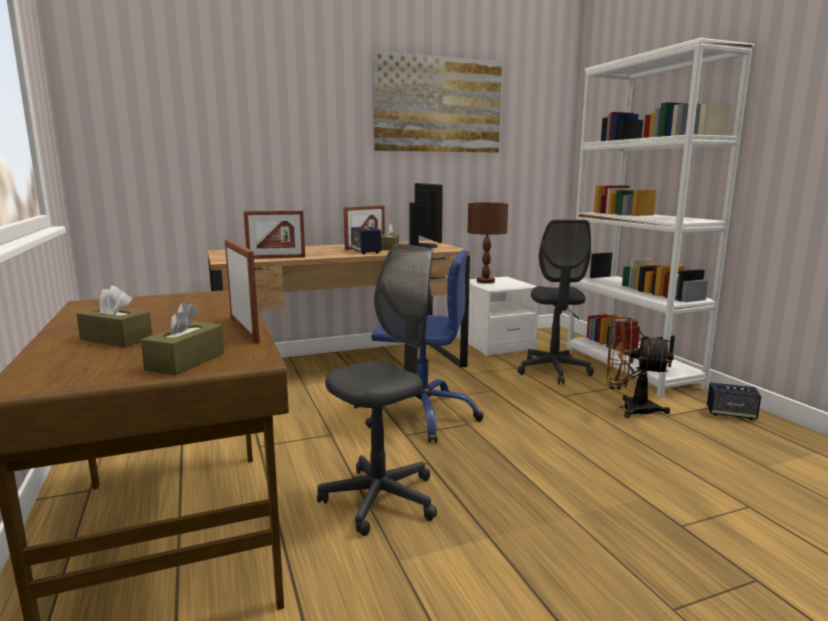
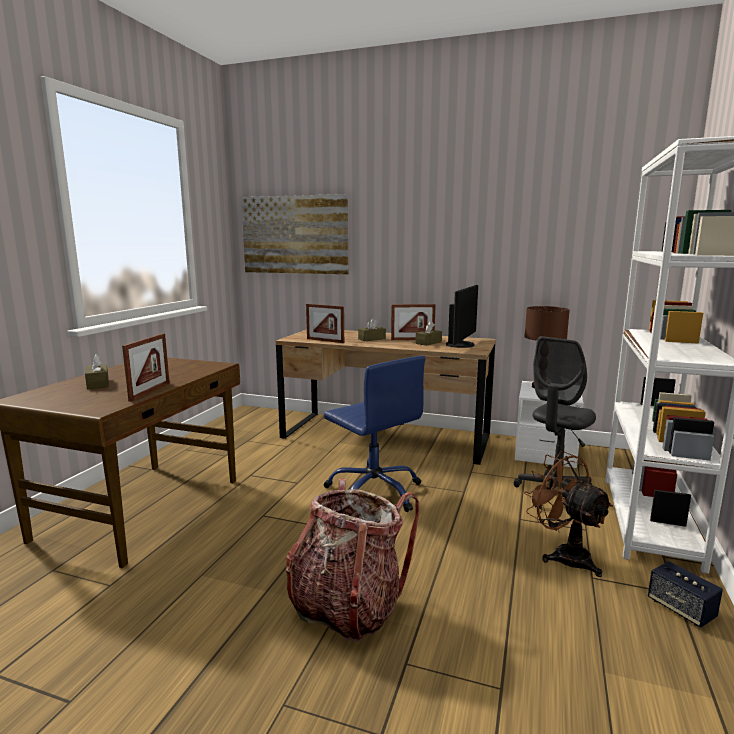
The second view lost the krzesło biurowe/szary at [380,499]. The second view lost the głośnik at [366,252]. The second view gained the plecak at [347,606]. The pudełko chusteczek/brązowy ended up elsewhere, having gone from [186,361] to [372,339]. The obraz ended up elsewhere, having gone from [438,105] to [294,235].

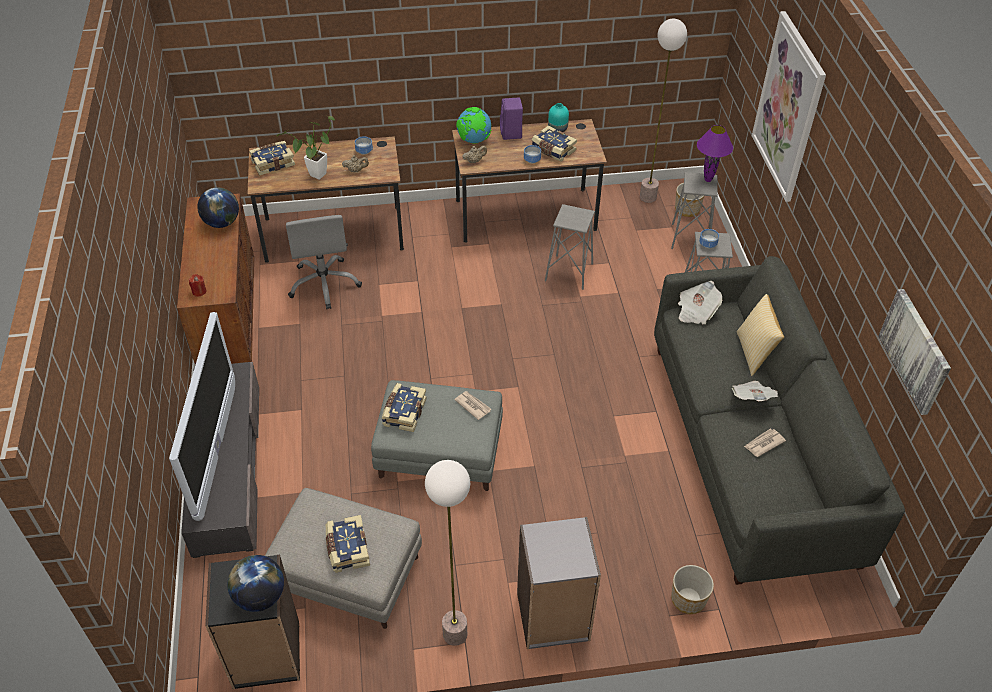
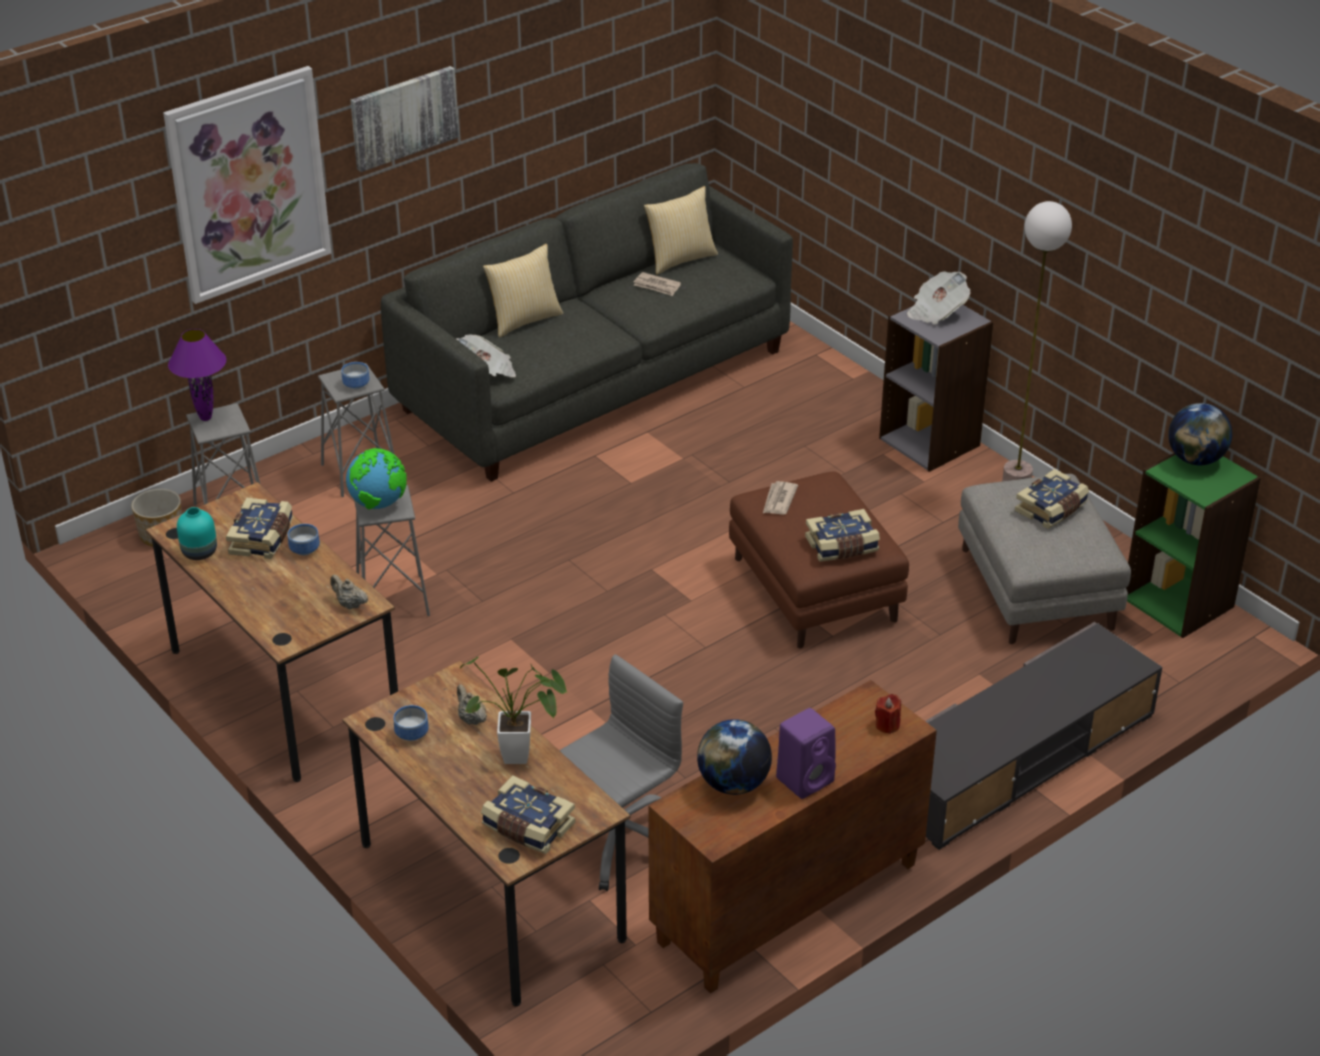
The second view lost the telewizor at [217,450]. The second view lost the lampa stojąca at [648,197]. The second view lost the donica at [688,599]. The second view gained the poduszka at [680,259]. The globus ended up elsewhere, having gone from [474,141] to [379,504]. The głośnik/fioletowy ended up elsewhere, having gone from [511,134] to [806,779]. The gazeta ended up elsewhere, having gone from [752,398] to [936,312]. The obraz ended up elsewhere, having gone from [915,351] to [403,117]. What was the regał/czarny at [266,655] turned into the regał/zielony at [1179,602]. What was the pufa/szary at [438,454] turned into the pufa/brązowy at [816,591].

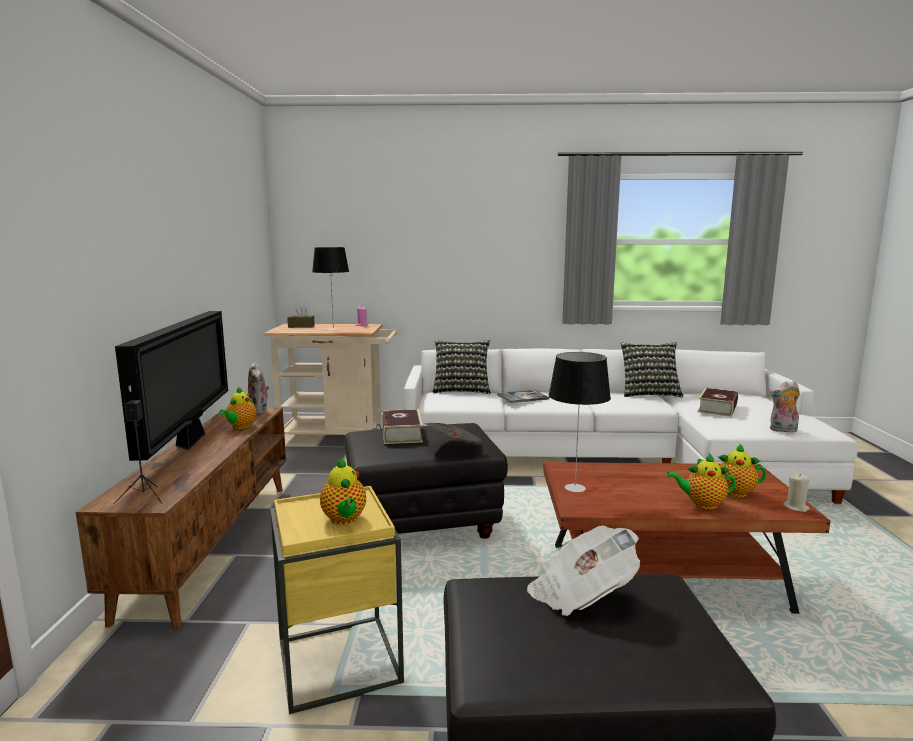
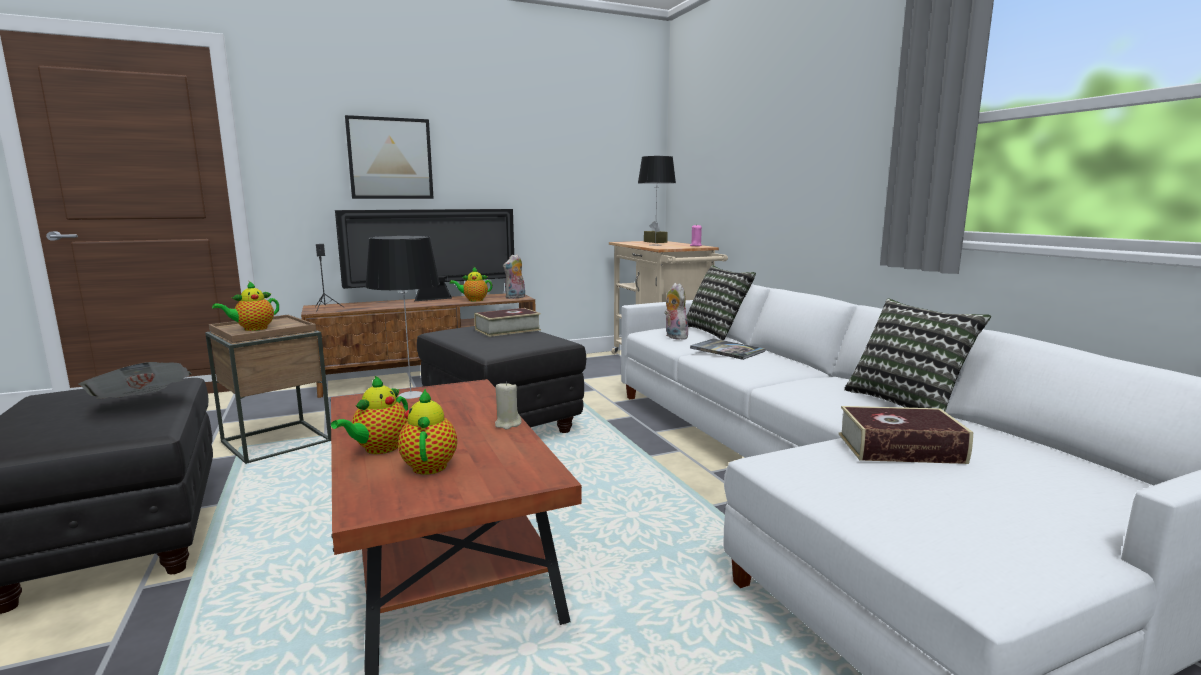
The second view lost the gazeta at [456,448]. The second view gained the obraz at [390,158]. The pluszak ended up elsewhere, having gone from [783,430] to [674,337]. The świeca/beżowy ended up elsewhere, having gone from [796,507] to [507,424]. What was the stolik/żółty at [338,661] turned into the stolik/brązowy at [277,441]. The imbryk at [701,504] ended up facing another way, 135 degrees counterclockwise from before.

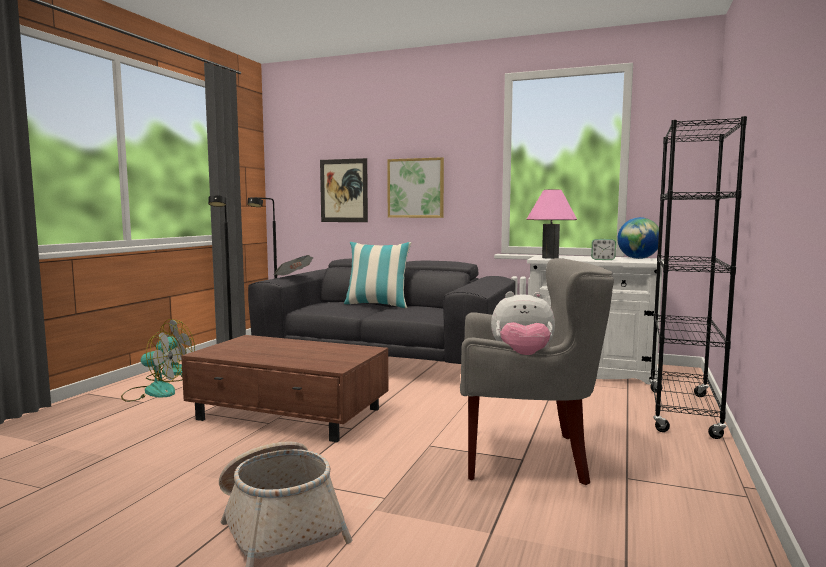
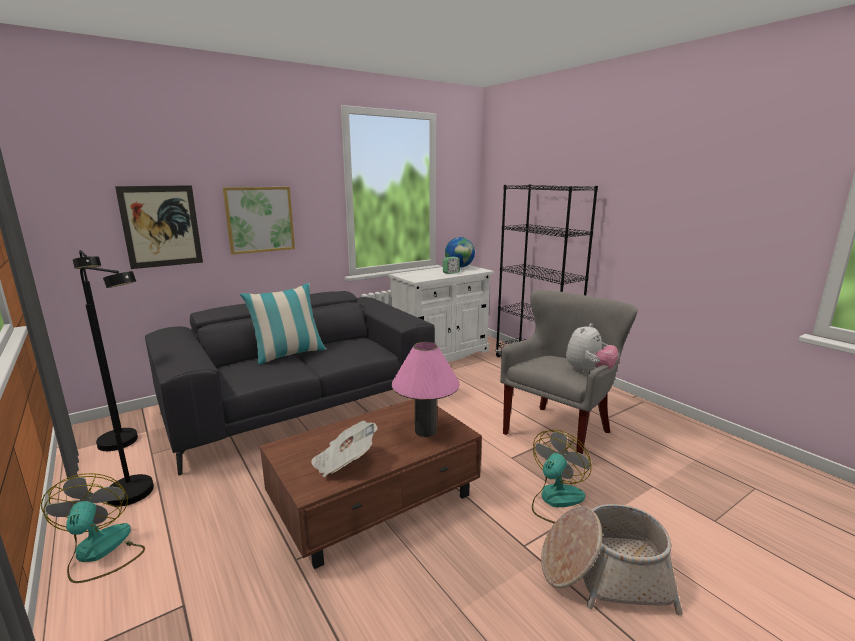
The wentylator ended up elsewhere, having gone from [152,392] to [557,502]. The gazeta ended up elsewhere, having gone from [293,277] to [344,463]. The lampa stołowa/różowy ended up elsewhere, having gone from [550,257] to [425,431].

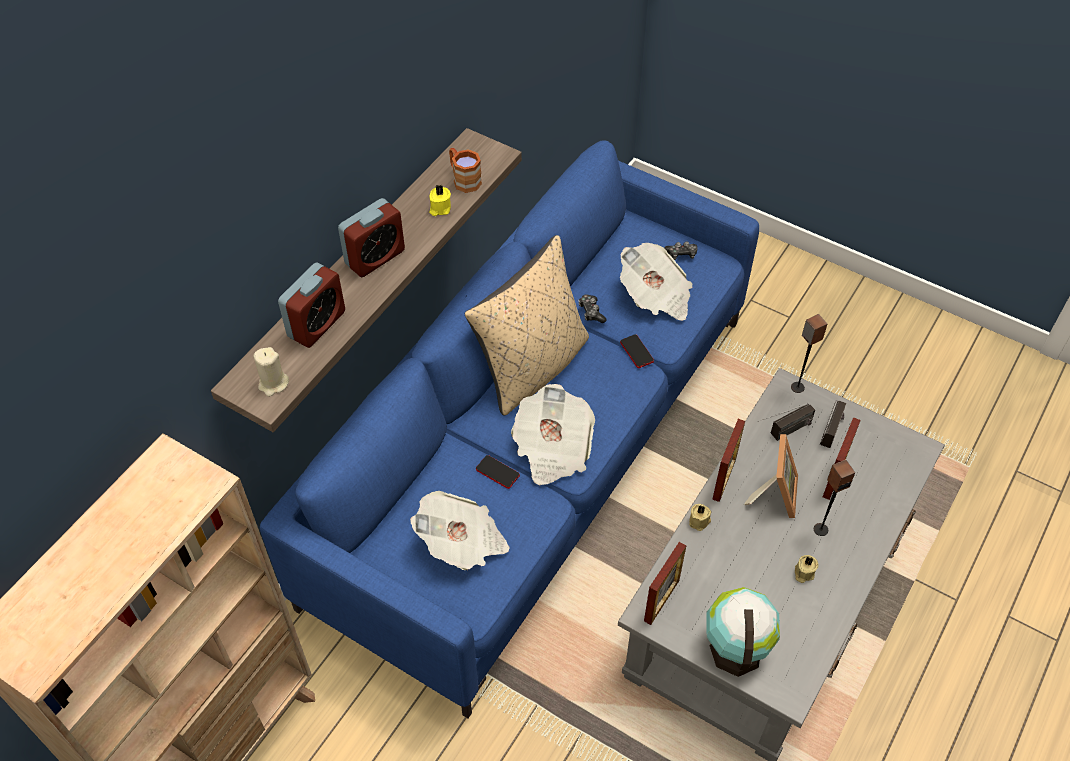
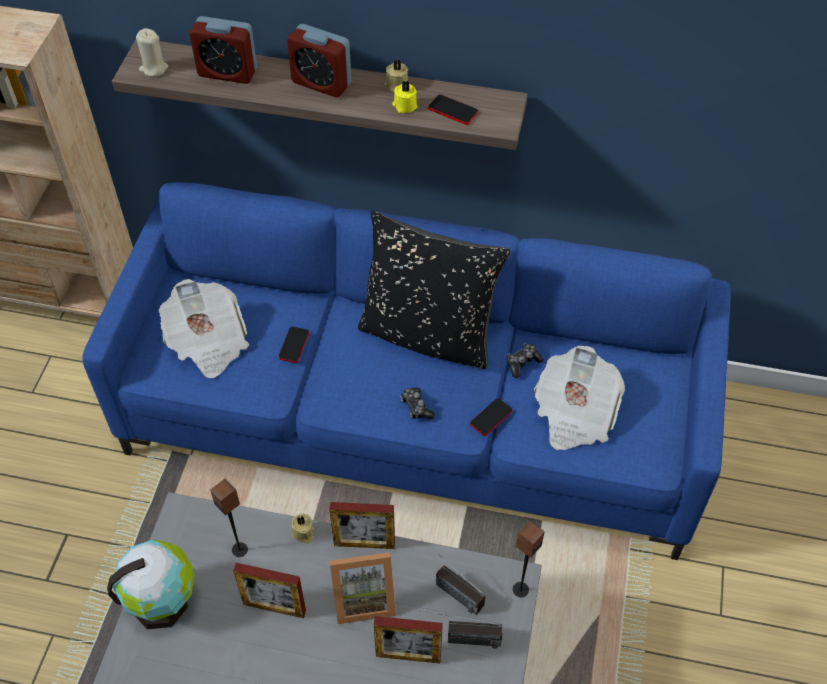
The second view lost the gazeta at [552,449]. The ramka na zdjęcie ended up elsewhere, having gone from [661,600] to [274,607]. The pad do gier ended up elsewhere, having gone from [681,254] to [416,407]. The świeca/beżowy ended up elsewhere, having gone from [803,573] to [396,84]. The głośnik ended up elsewhere, having gone from [820,529] to [240,549]. Where the kubek/brązowy stood at [463,179], the telefon came to stand at [453,110]. What was the poduszka/beżowy at [532,367] turned into the poduszka/czarny at [428,335].

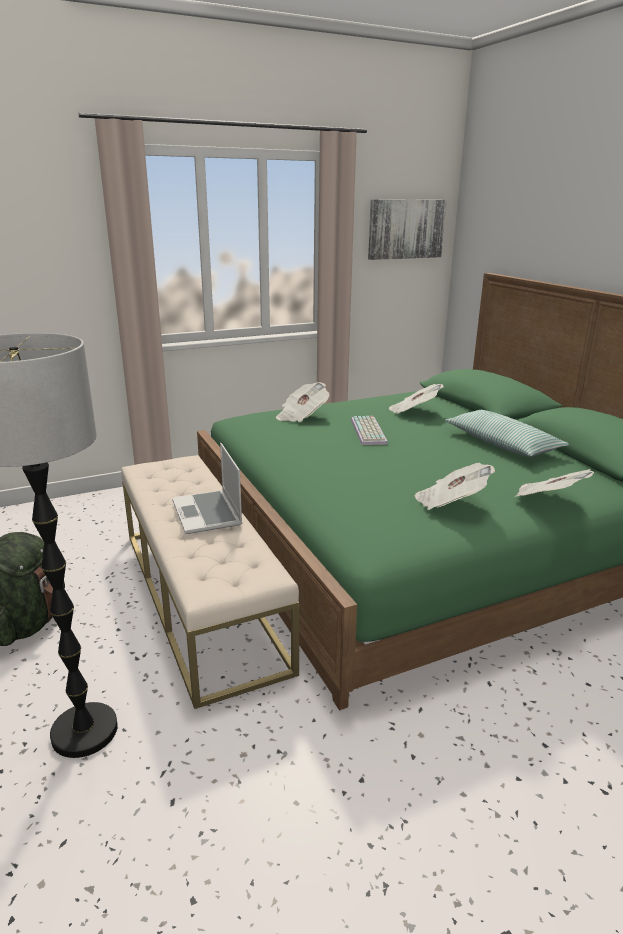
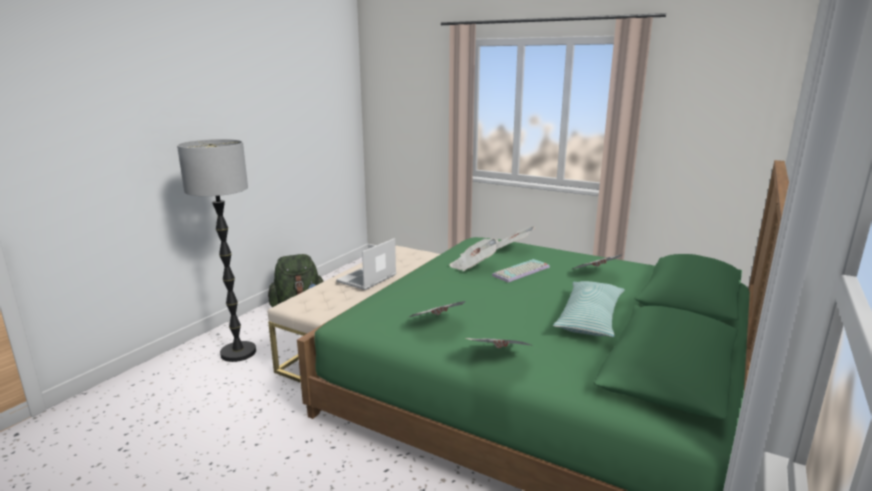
The second view lost the obraz at [406,229]. The second view gained the gazeta at [473,266].

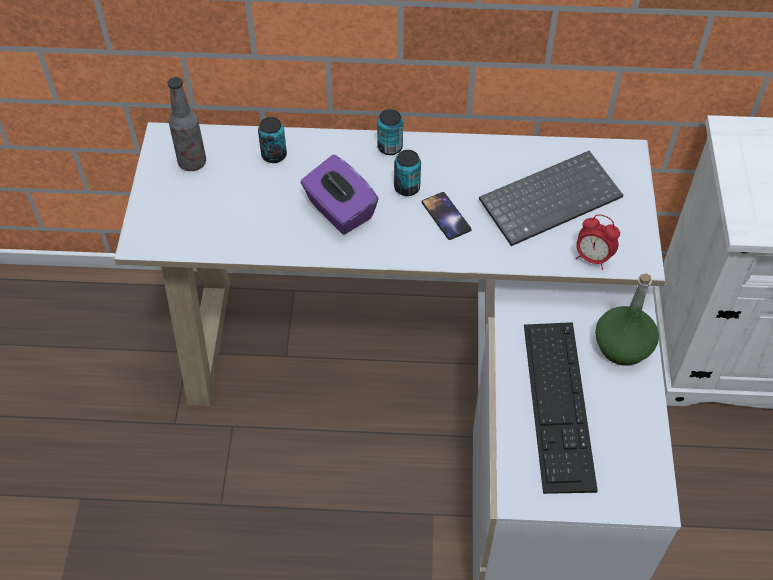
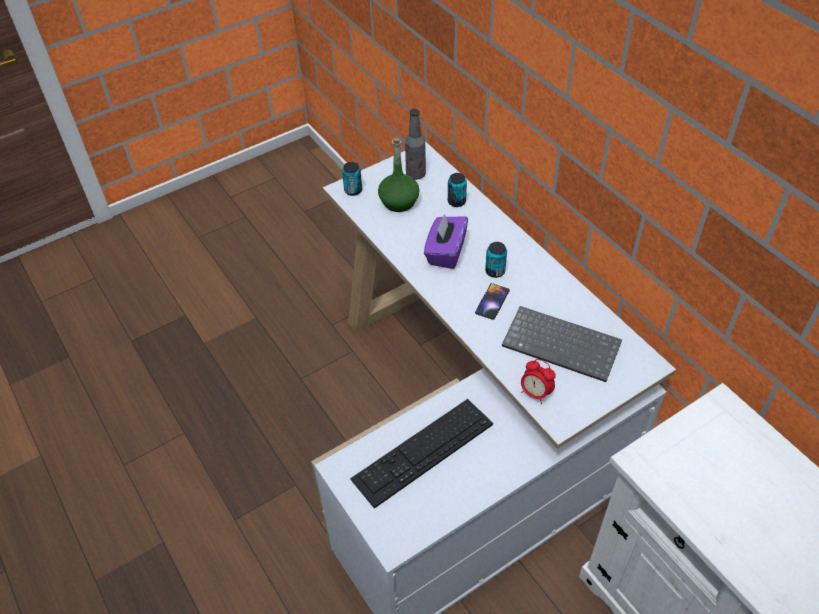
The puszka ended up elsewhere, having gone from [390,147] to [353,190]. The butelka/zielony ended up elsewhere, having gone from [622,346] to [399,202]. The budzik at [592,258] ended up facing another way, 45 degrees counterclockwise from before.

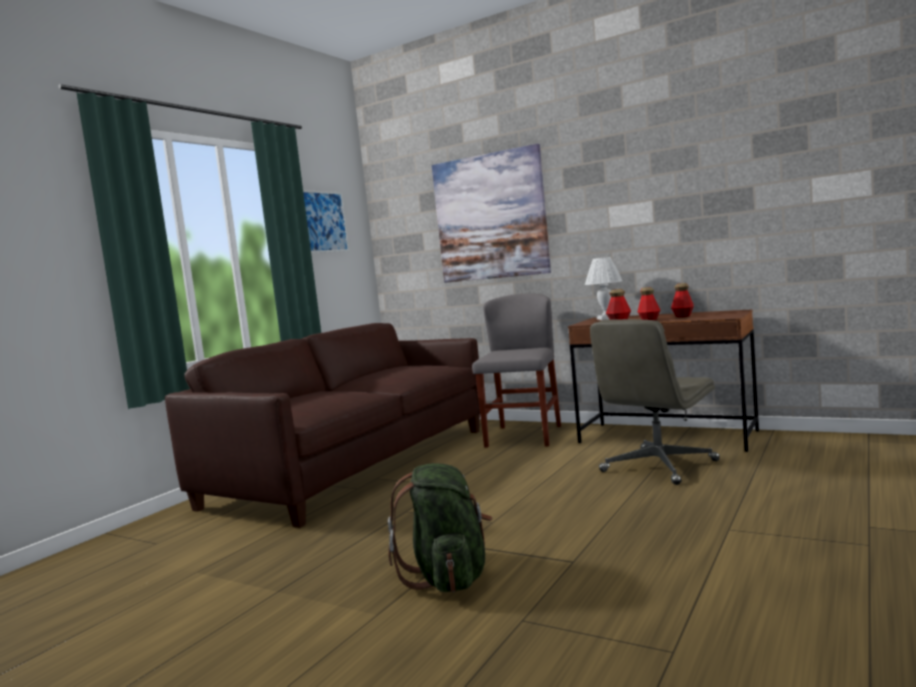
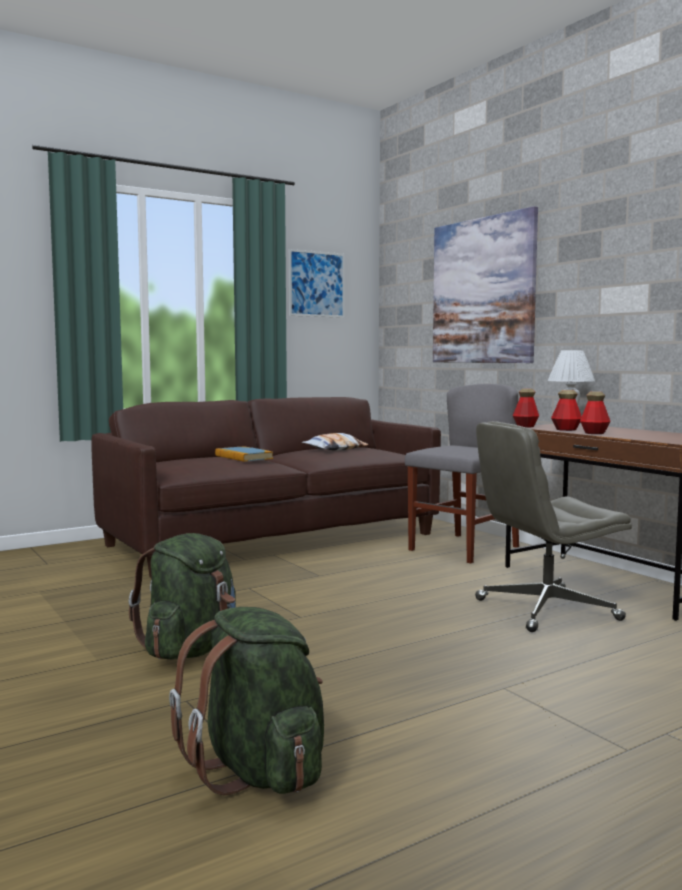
The second view gained the plecak/zielony at [259,770]. The second view gained the książka at [243,457]. The second view gained the poduszka at [335,449]. The butelka ended up elsewhere, having gone from [683,316] to [525,426].

